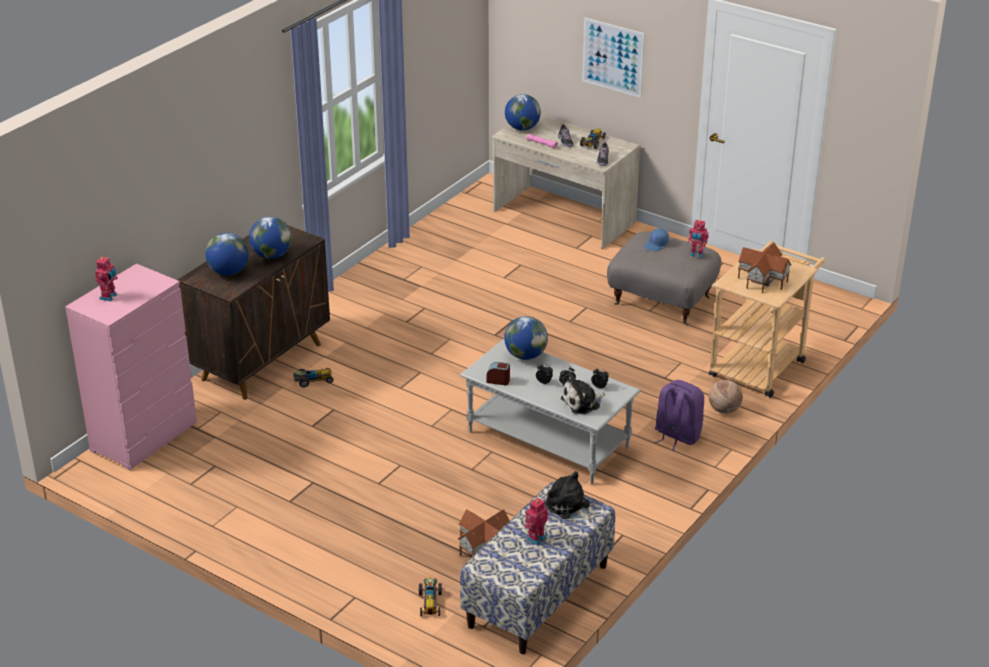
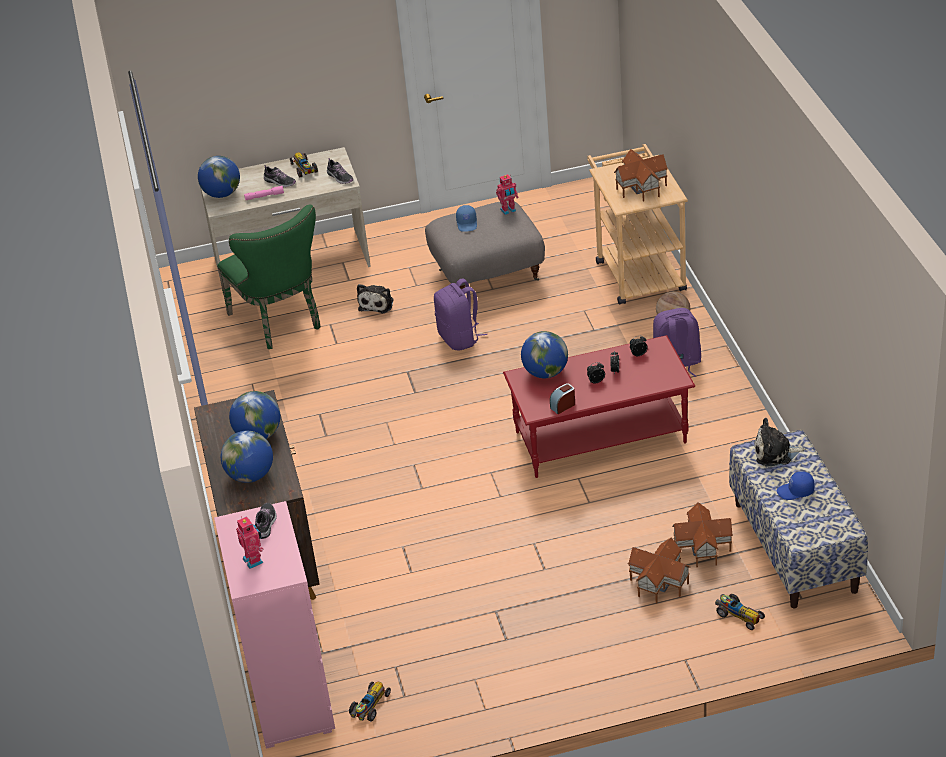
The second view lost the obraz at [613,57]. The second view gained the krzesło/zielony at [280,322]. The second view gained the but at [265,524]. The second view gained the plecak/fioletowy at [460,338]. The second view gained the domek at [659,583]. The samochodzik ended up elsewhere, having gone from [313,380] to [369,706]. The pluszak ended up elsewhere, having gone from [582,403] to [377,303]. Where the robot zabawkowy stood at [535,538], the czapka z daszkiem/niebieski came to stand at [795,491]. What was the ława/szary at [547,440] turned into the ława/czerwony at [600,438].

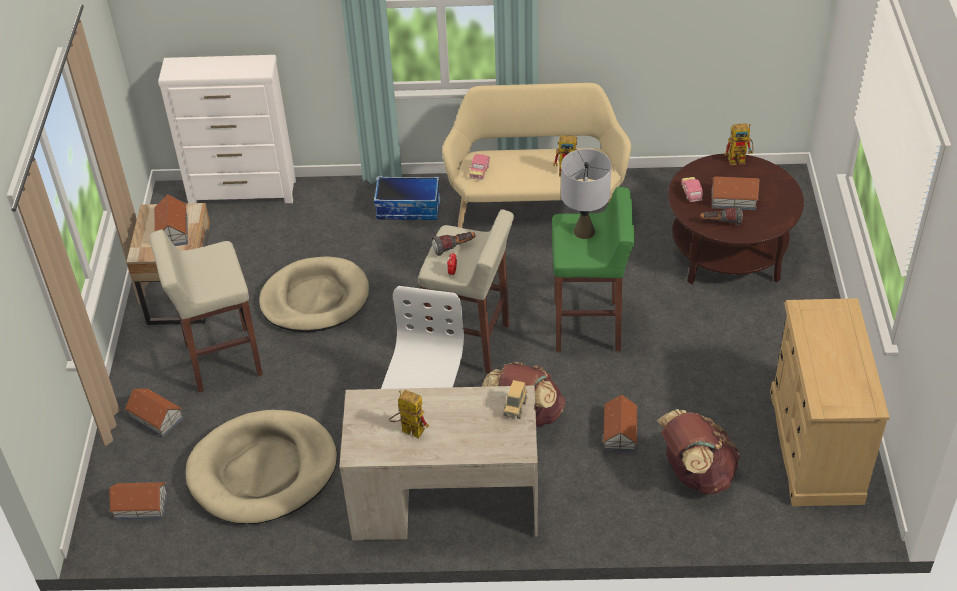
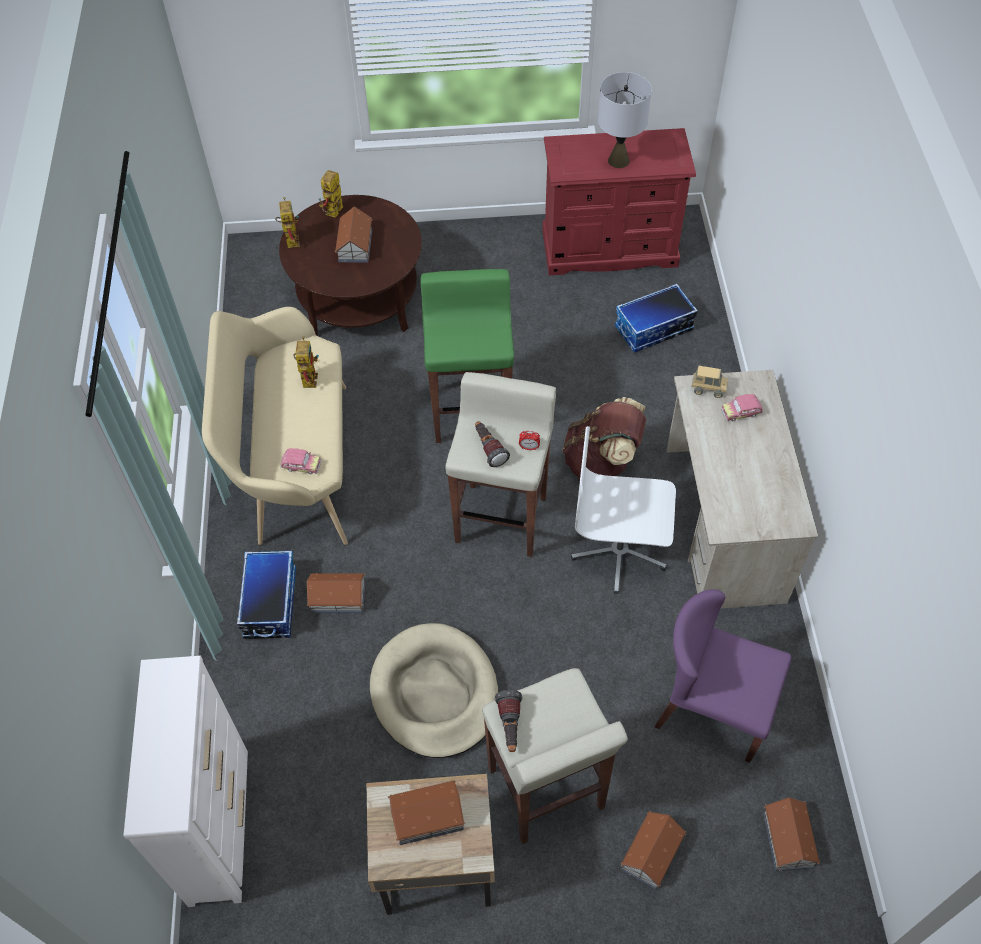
The robot zabawkowy ended up elsewhere, having gone from [408,430] to [334,214]. The lampa stołowa/szary ended up elsewhere, having gone from [584,231] to [618,161]. The domek ended up elsewhere, having gone from [620,432] to [337,597]. The samochodzik ended up elsewhere, having gone from [691,193] to [741,412]. The latarka ended up elsewhere, having gone from [720,222] to [510,726]. Where the legowisko/beżowy stood at [263,470], the krzesło/fioletowy came to stand at [712,708]. Where the plecak/brązowy stood at [695,474], the pojemnik do przechowywania came to stand at [654,329]. What was the komoda/beżowy at [815,446] turned into the komoda/czerwony at [609,249].

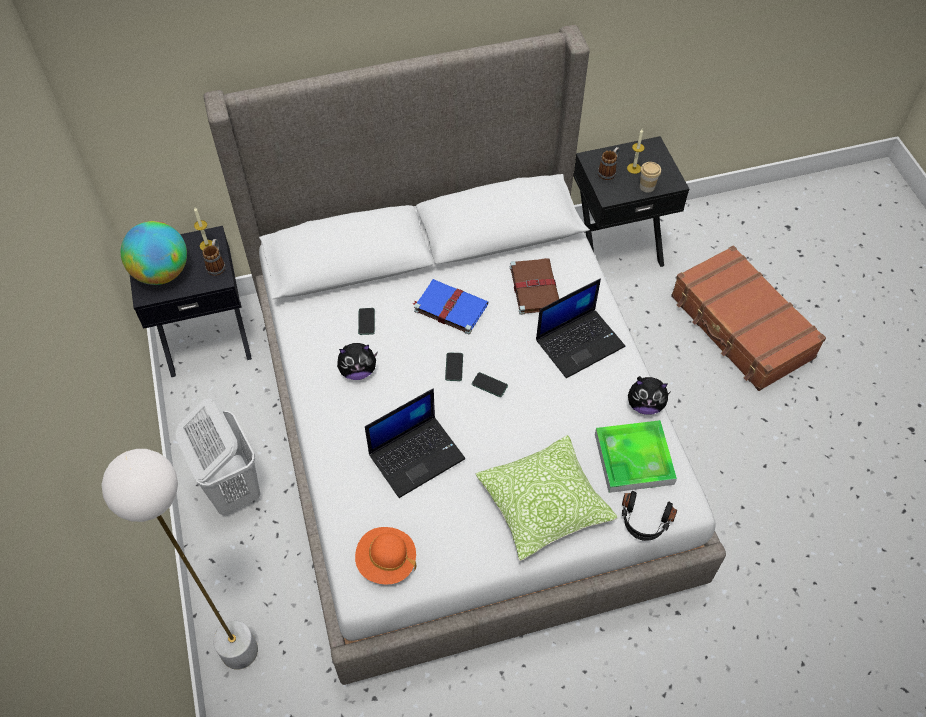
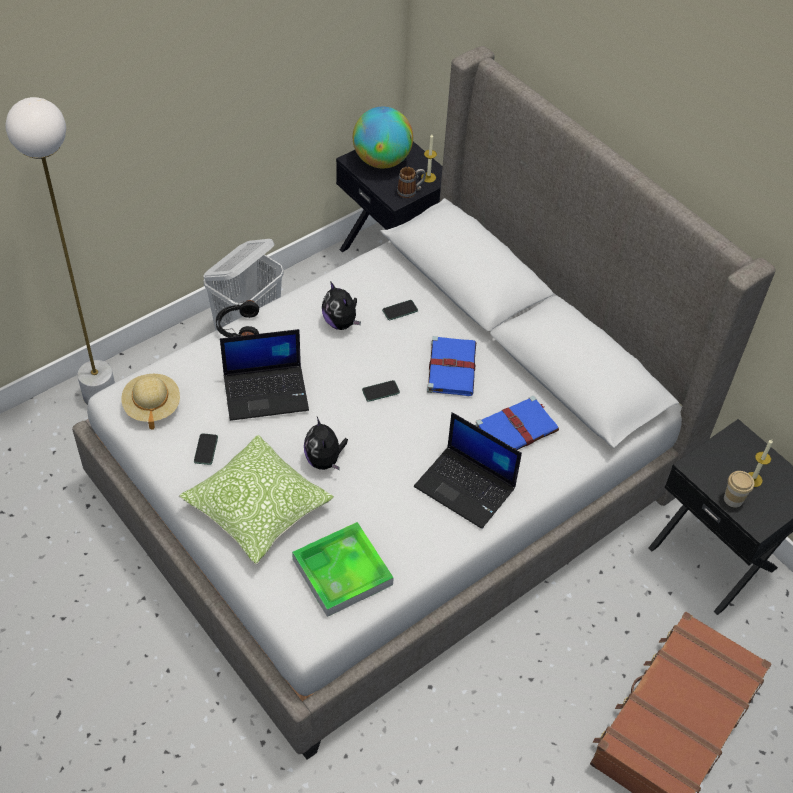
The second view lost the kubek at [609,171]. The telefon ended up elsewhere, having gone from [489,385] to [206,449]. The słuchawki/czarny ended up elsewhere, having gone from [644,522] to [238,328]. The pluszak ended up elsewhere, having gone from [645,405] to [324,460]. What was the kapelusz/pomarańczowy at [386,561] turned into the kapelusz/beżowy at [152,406]. What was the książka/brązowy at [534,287] turned into the książka/niebieski at [517,428]. The laptop at [417,455] ended up facing another way, 45 degrees counterclockwise from before.

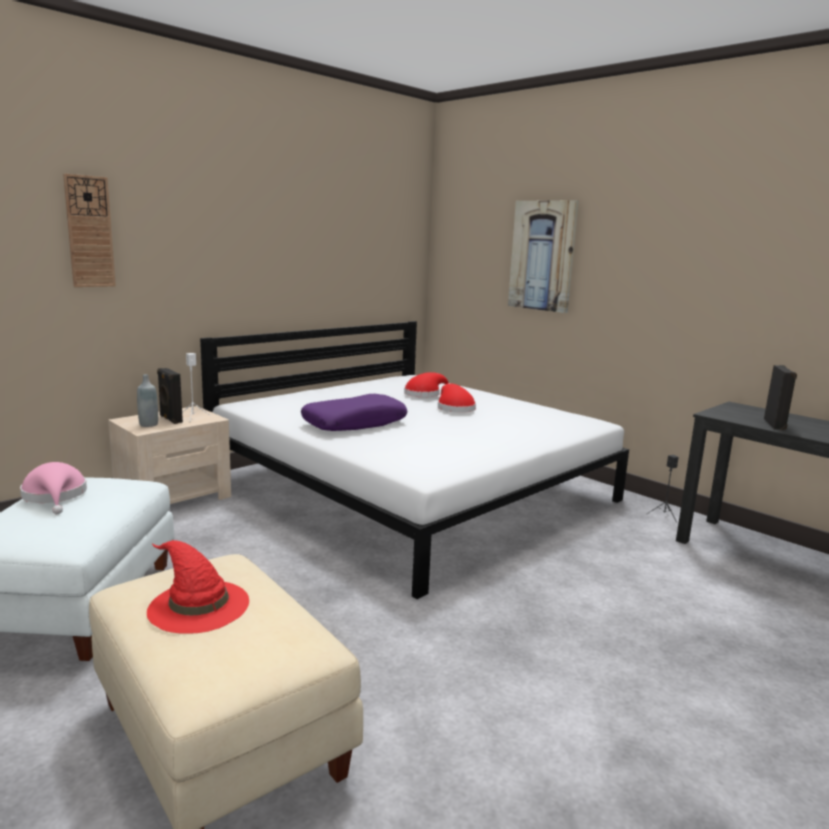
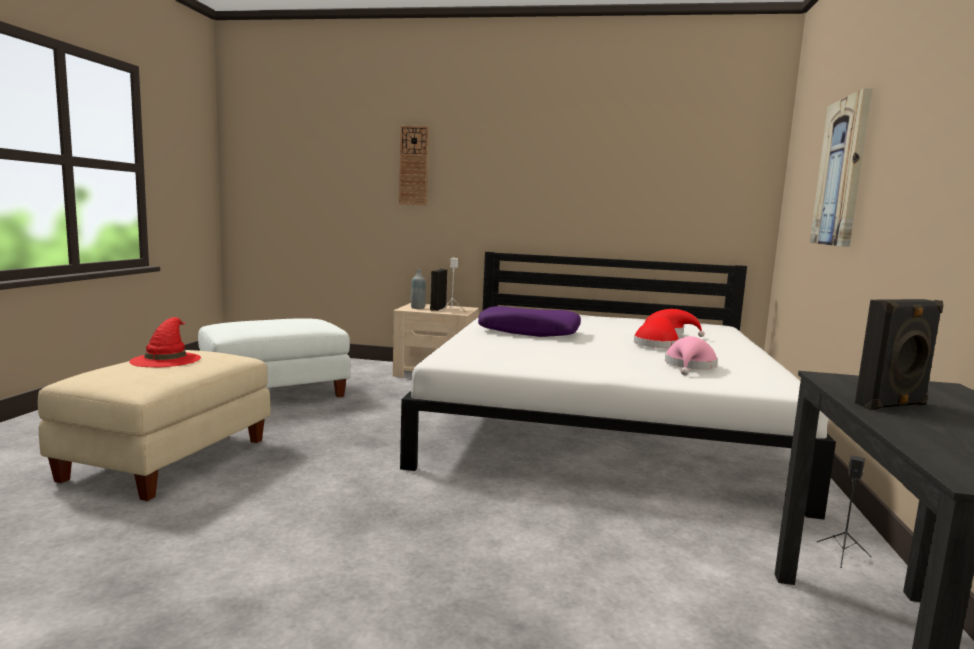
The kapelusz/różowy ended up elsewhere, having gone from [55,496] to [690,366].

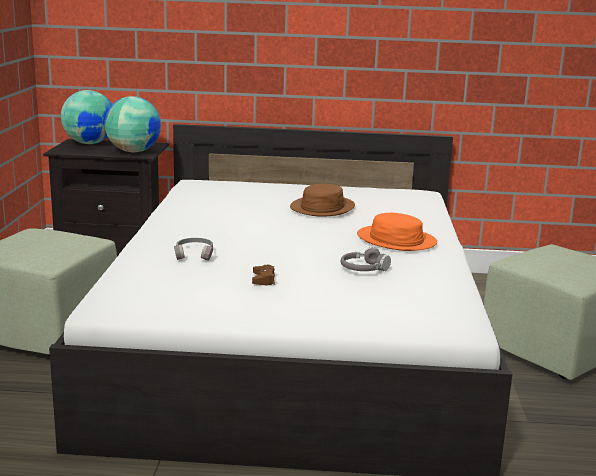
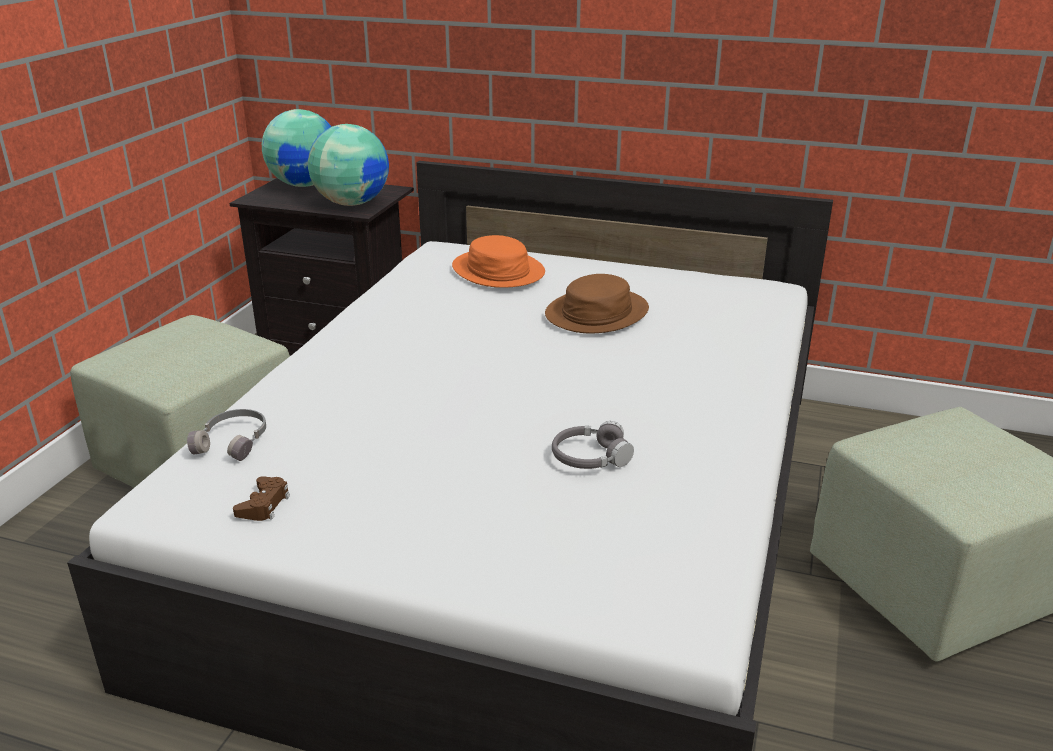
The słuchawki/szary ended up elsewhere, having gone from [195,254] to [234,442]. The pad do gier/brązowy ended up elsewhere, having gone from [263,279] to [264,505]. The kapelusz/pomarańczowy ended up elsewhere, having gone from [396,240] to [498,271].

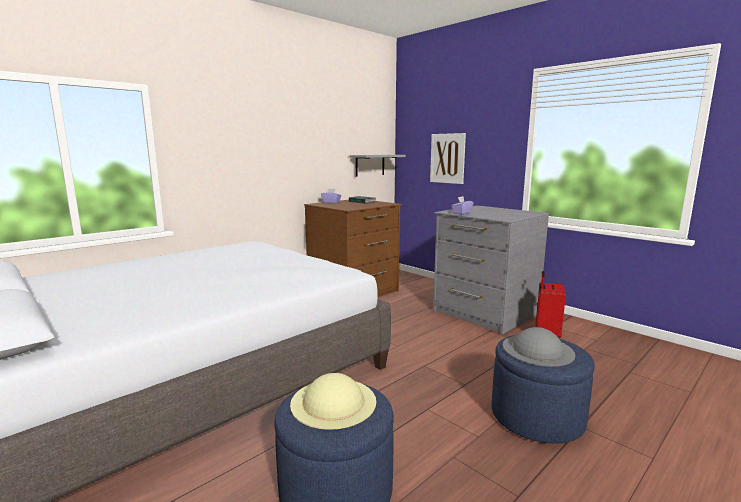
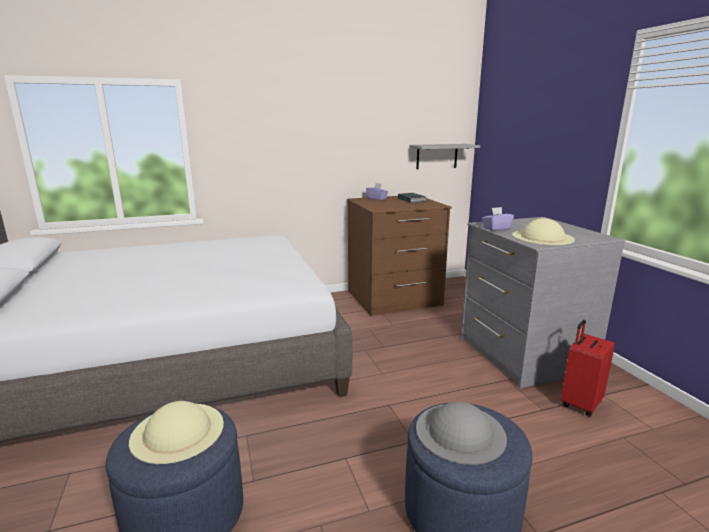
The second view lost the obraz at [447,158]. The second view gained the kapelusz/beżowy at [542,237].

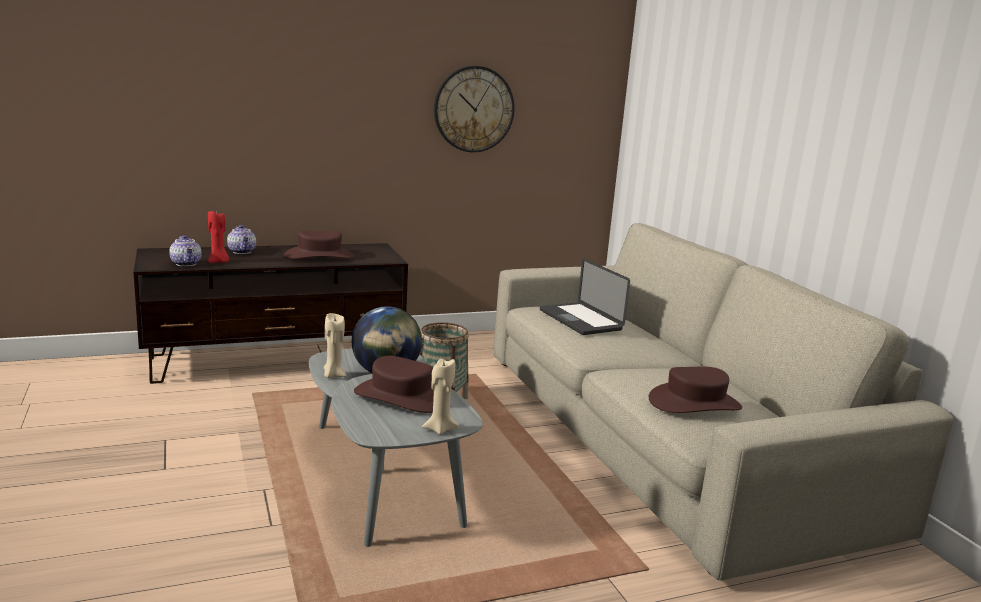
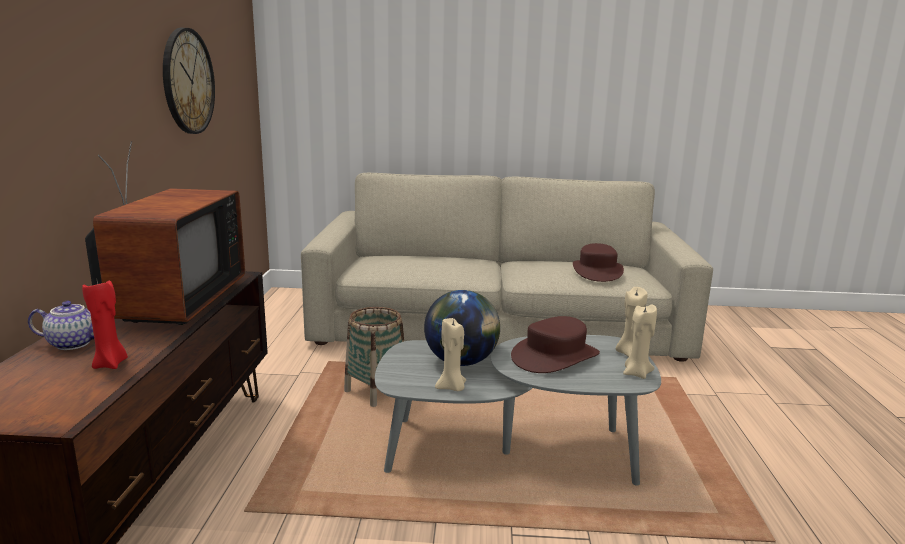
The second view lost the imbryk at [187,264]. The second view lost the laptop at [580,320]. The second view gained the świeca/beżowy at [636,373]. Where the kapelusz/brązowy stood at [319,256], the telewizor came to stand at [172,303].

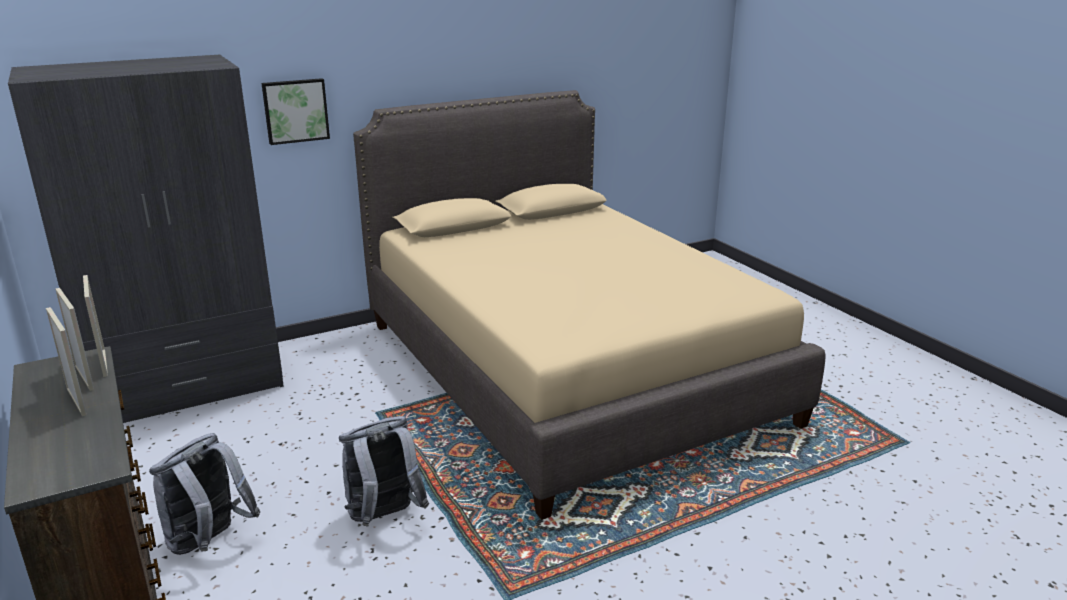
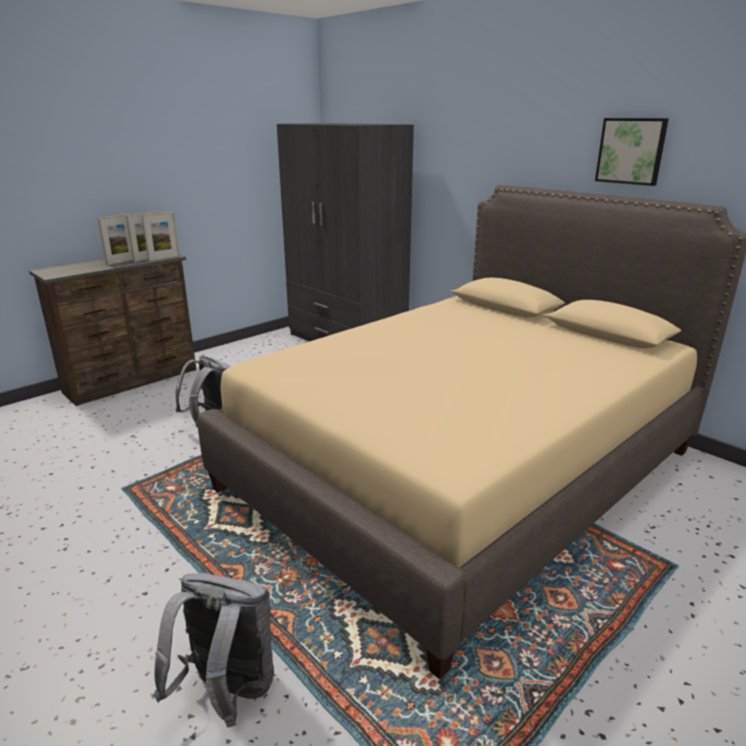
The plecak/szary ended up elsewhere, having gone from [209,542] to [227,693]. The obraz ended up elsewhere, having gone from [295,110] to [631,151].

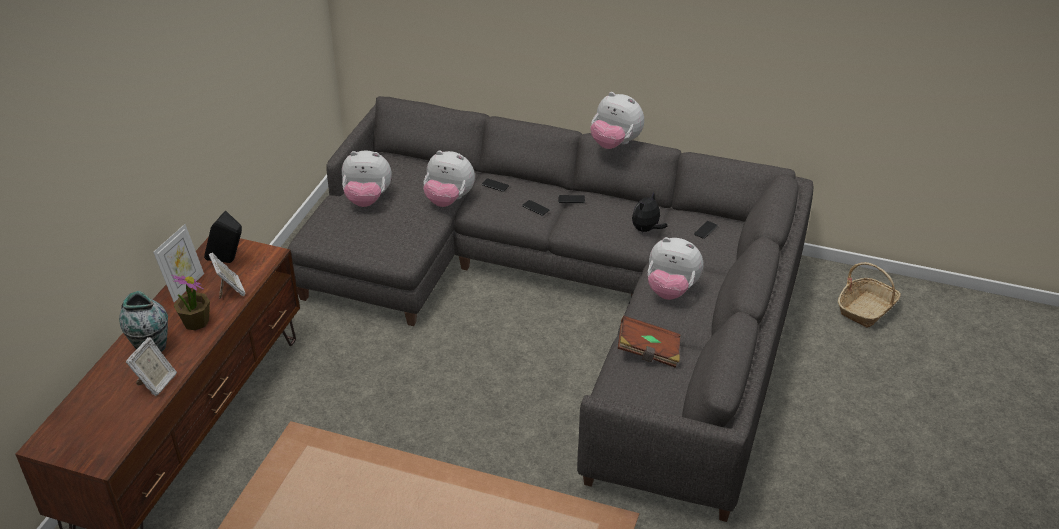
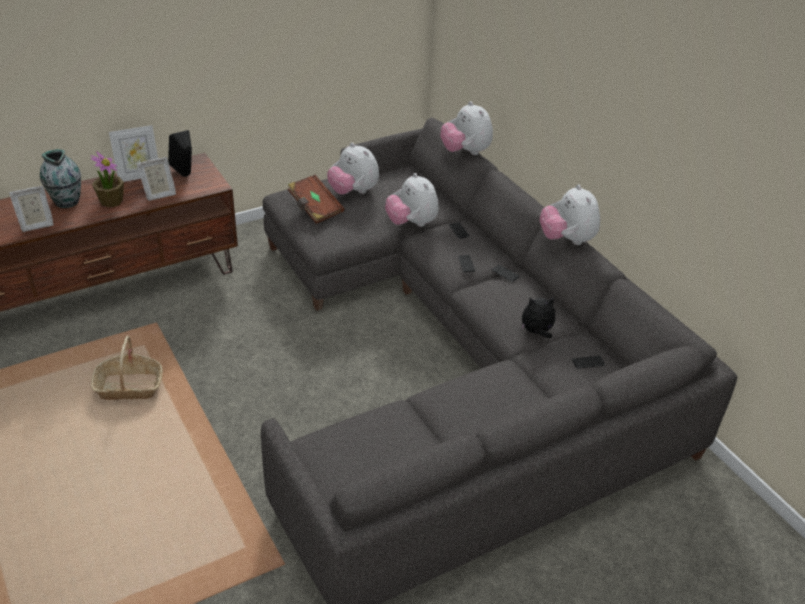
The książka/brązowy ended up elsewhere, having gone from [648,352] to [315,208]. The pluszak ended up elsewhere, having gone from [671,290] to [465,152]. The koszyk ended up elsewhere, having gone from [866,309] to [129,387]. The ramka na zdjęcie at [230,290] ended up facing another way, 45 degrees clockwise from before.

